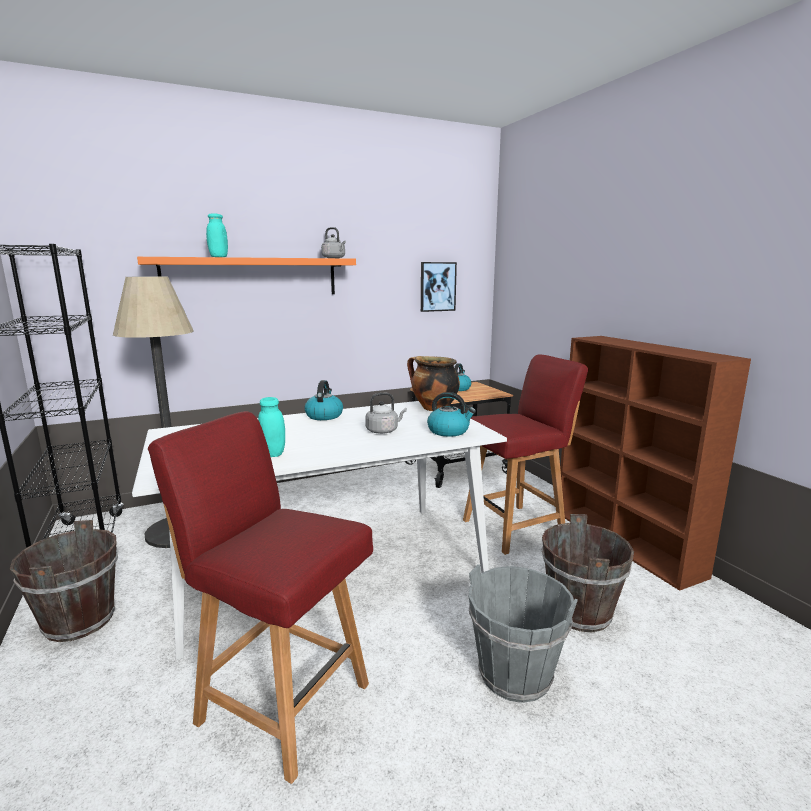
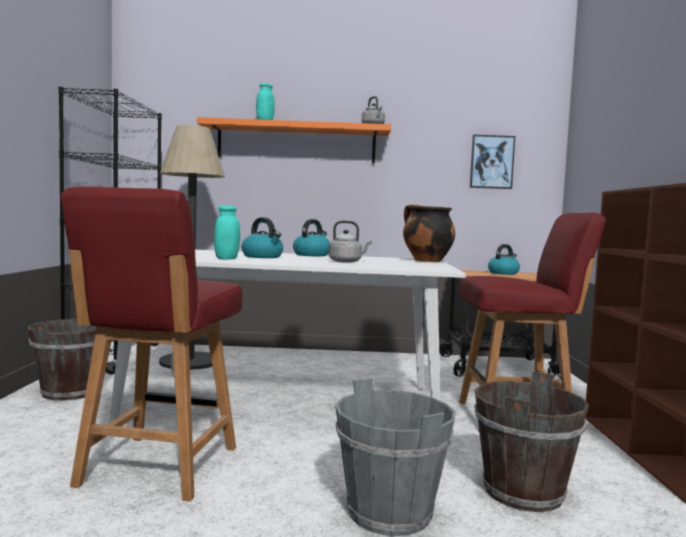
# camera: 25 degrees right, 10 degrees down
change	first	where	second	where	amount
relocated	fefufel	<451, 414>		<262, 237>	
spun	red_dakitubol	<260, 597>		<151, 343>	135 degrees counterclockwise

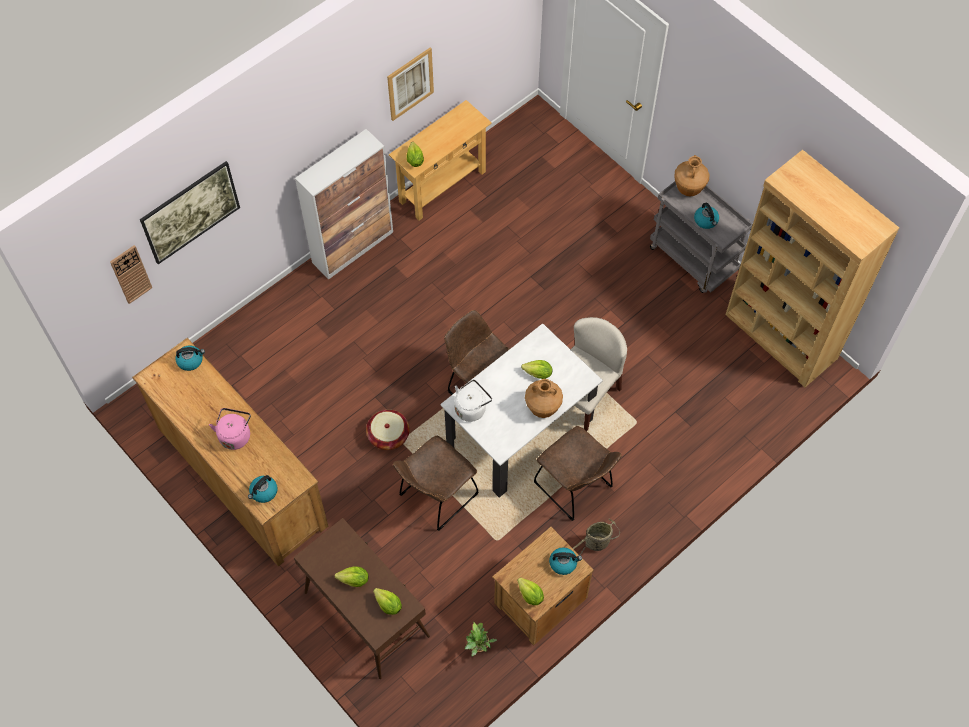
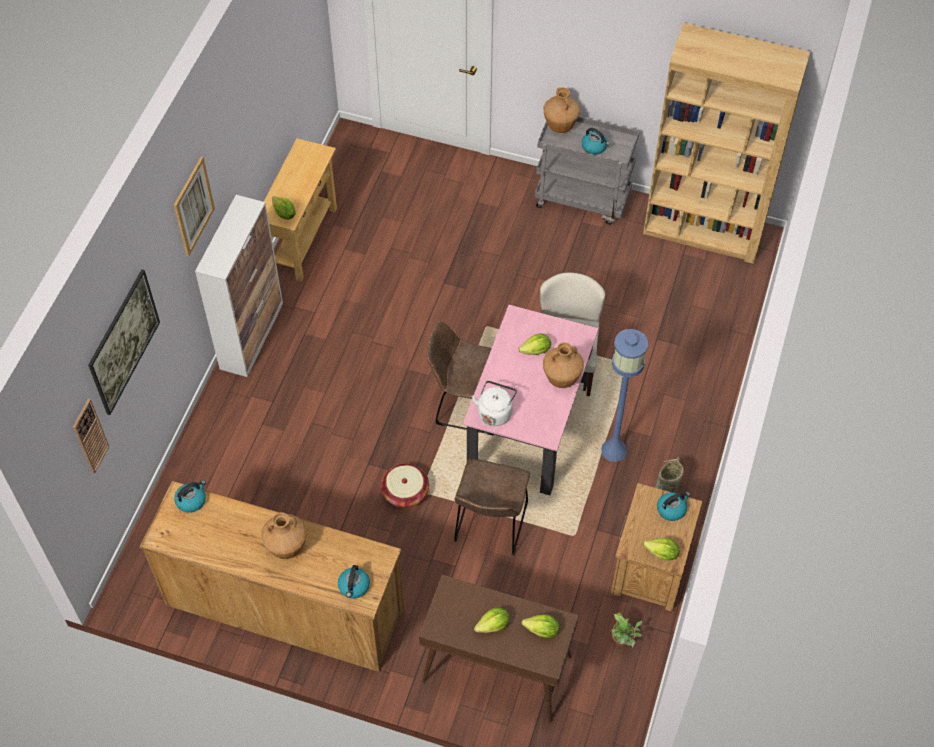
# camera: 30 degrees left, 5 degrees down
change	first	where	second	where	amount
relocated	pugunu	<410, 84>		<194, 206>	
exchanged	pink_fefufel	<230, 429>	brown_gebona	<284, 535>	
exchanged	brown_dakitubol	<578, 473>	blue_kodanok	<624, 395>	
colour	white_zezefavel	<521, 410>	pink_zezefavel	<531, 400>	

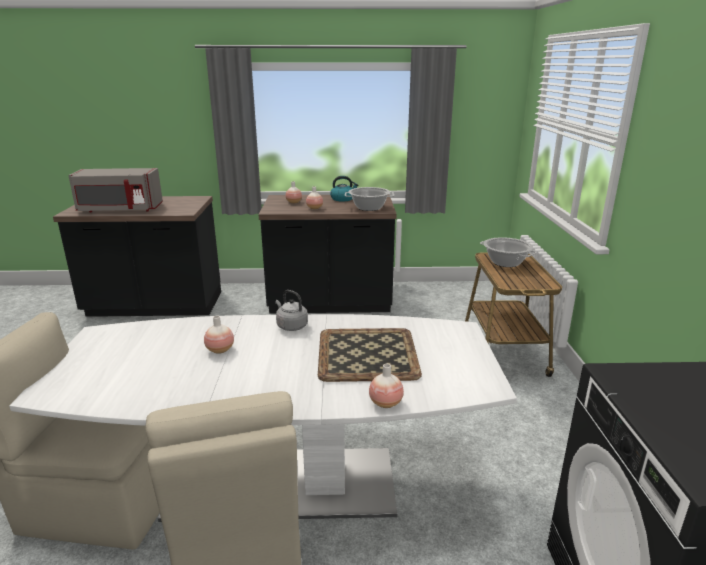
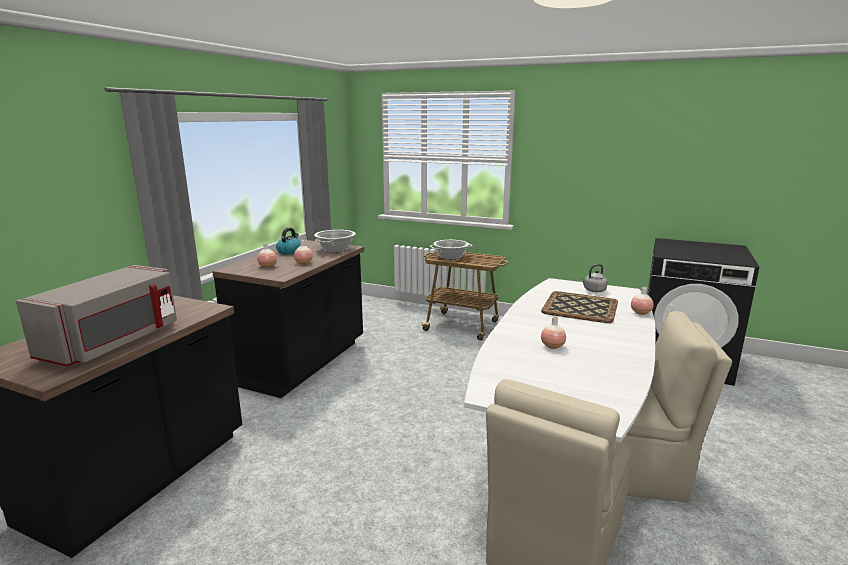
# camera: 65 degrees left, 5 degrees down
change	first	where	second	where	amount
relocated	grey_fefufel	<291, 310>		<594, 278>	

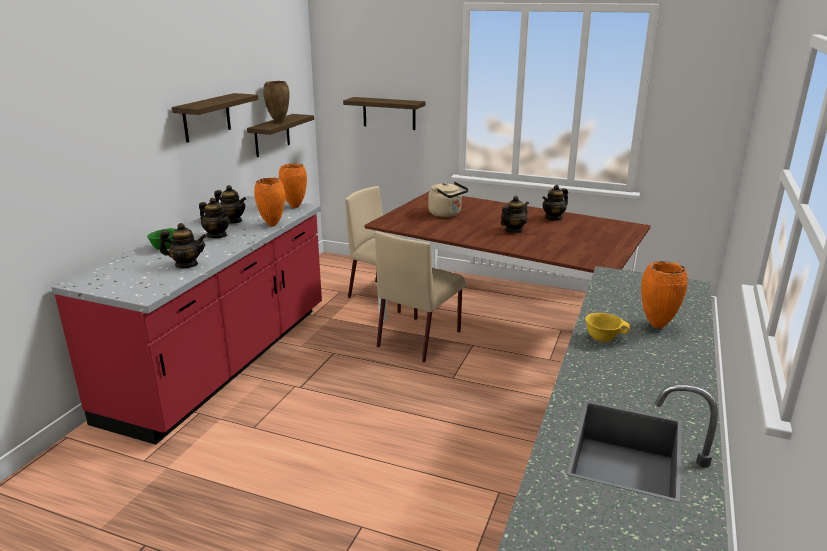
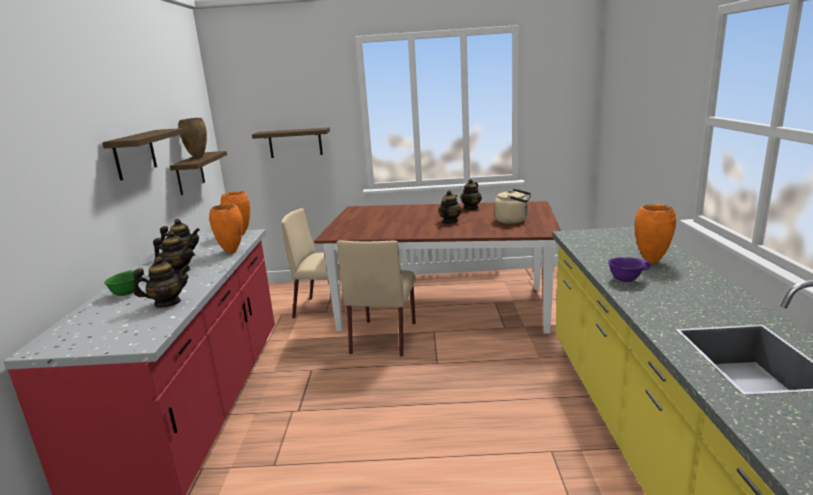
# camera: 20 degrees left, 5 degrees down
change	first	where	second	where	amount
relocated	beige_fefufel	<448, 199>		<512, 206>	
colour	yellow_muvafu	<607, 327>	purple_muvafu	<629, 269>	

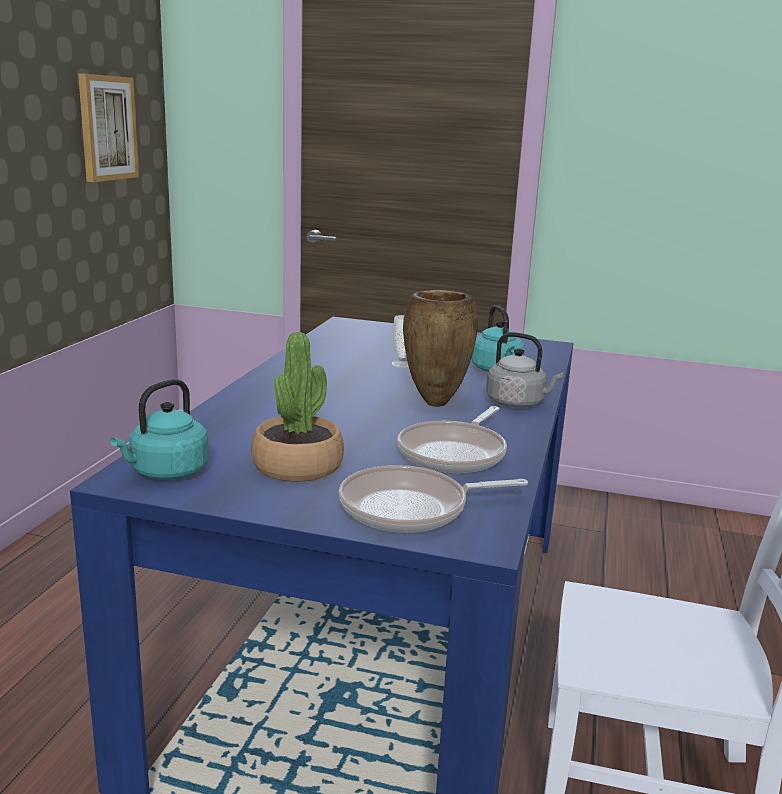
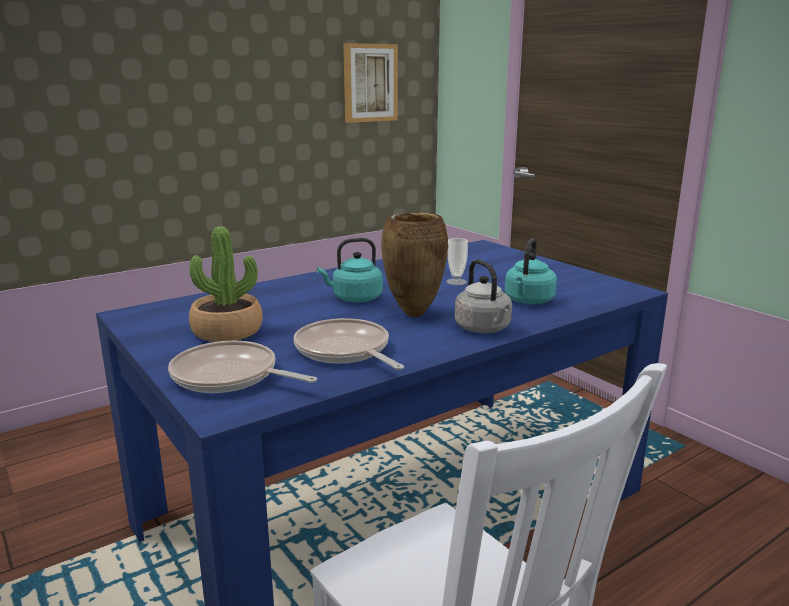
# camera: 40 degrees right, 0 degrees up
change	first	where	second	where	amount
relocated	turquoise_fefufel	<159, 429>		<350, 270>	
spun	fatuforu	<452, 439>		<349, 344>	75 degrees clockwise

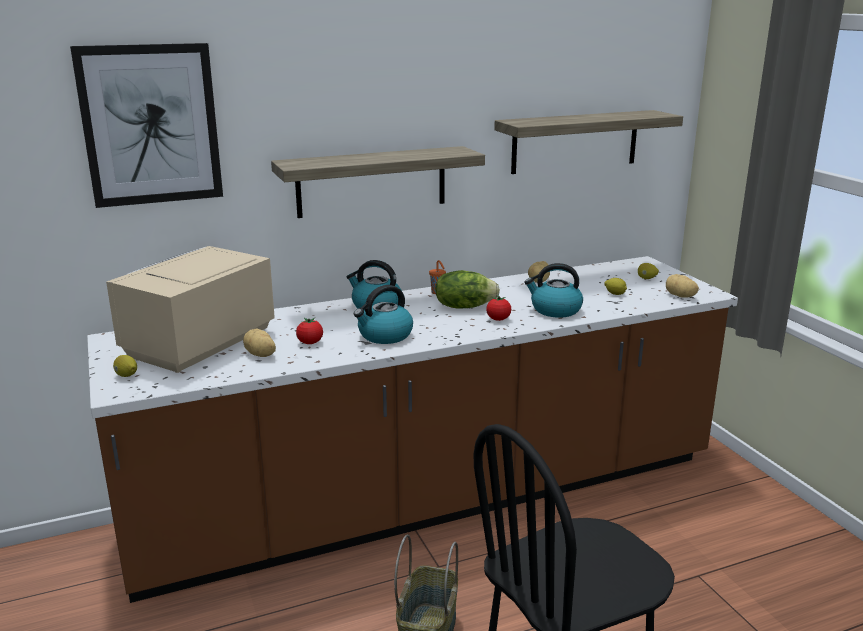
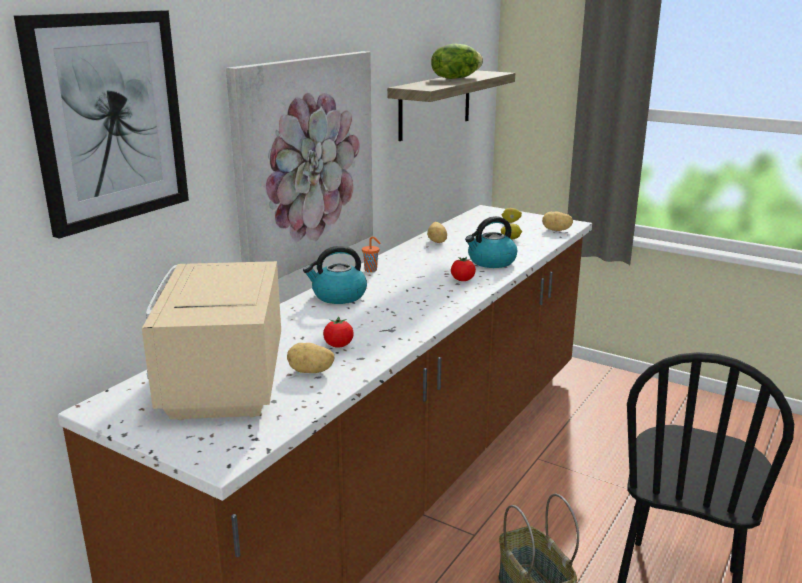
# camera: 35 degrees left, 0 degrees up
change	first	where	second	where	amount
missing	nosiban	<125, 366>			
missing	fefufel	<383, 314>			
relocated	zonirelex	<467, 289>		<457, 61>	
exchanged	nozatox	<378, 182>	pugunu	<299, 165>	

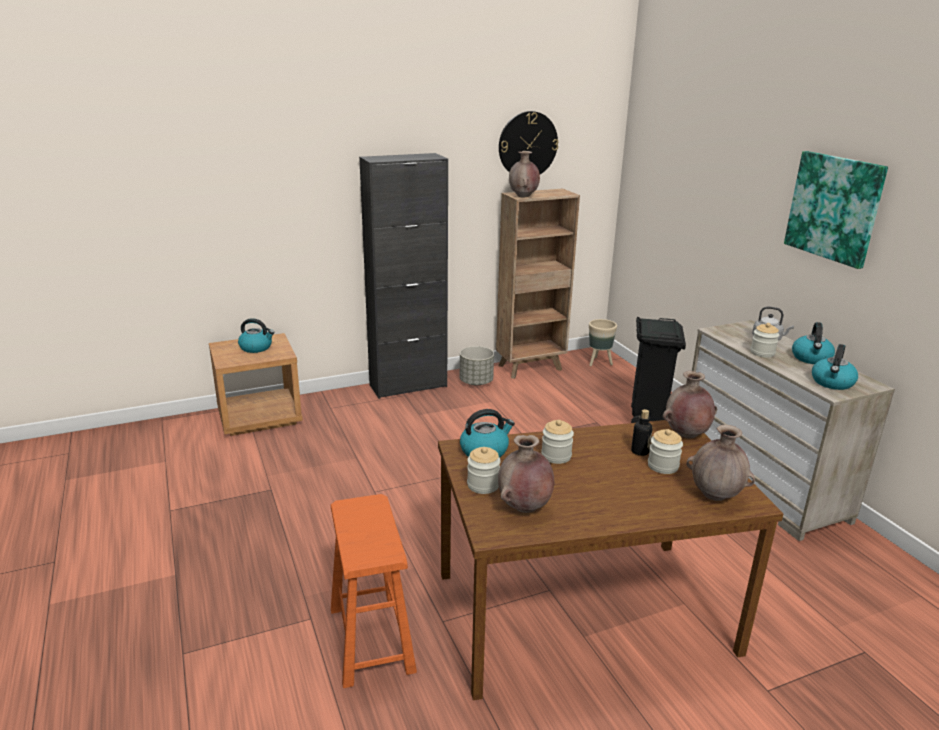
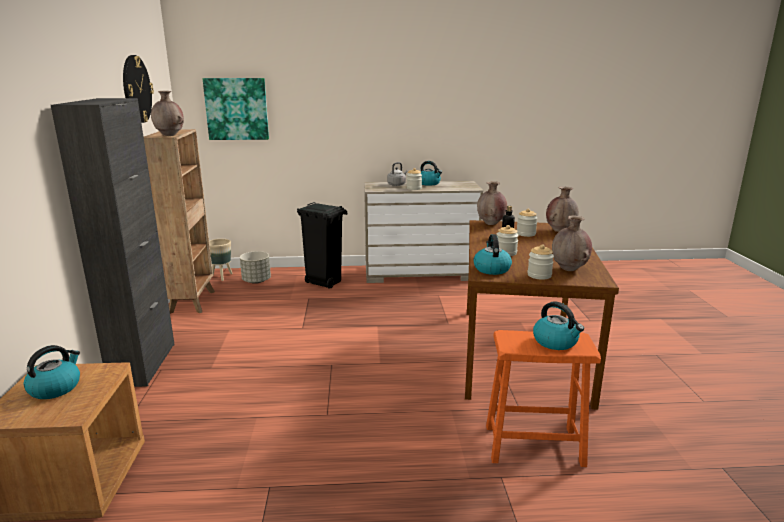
# camera: 70 degrees left, 5 degrees down
change	first	where	second	where	amount
relocated	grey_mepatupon	<477, 366>		<255, 267>	
relocated	pugunu	<836, 210>		<236, 109>	
relocated	fefufel	<835, 367>		<558, 325>	

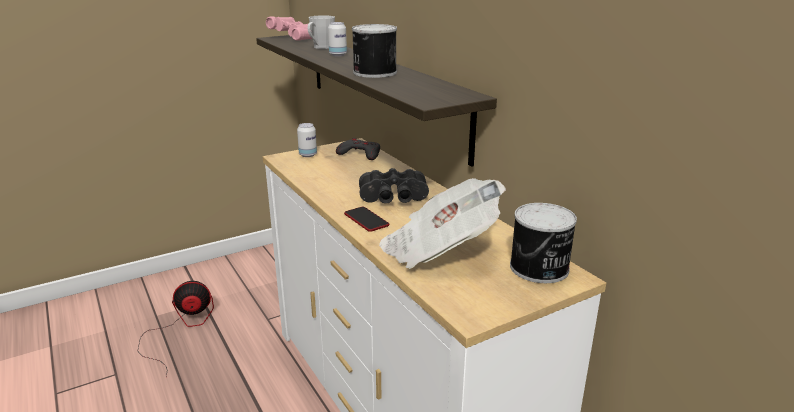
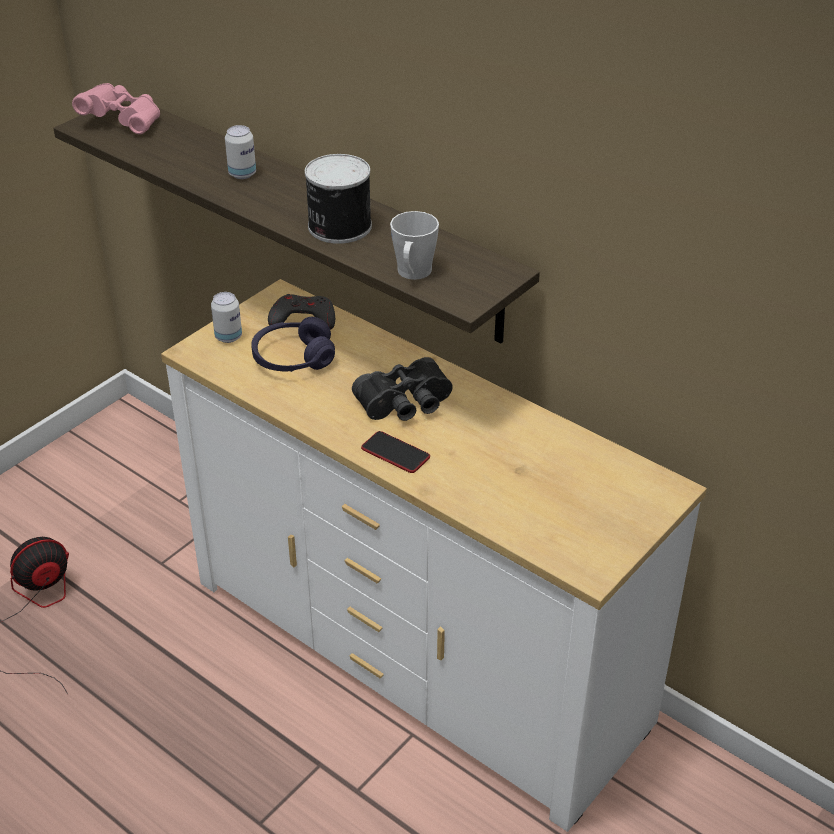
# camera: 20 degrees left, 15 degrees up
change	first	where	second	where	amount
missing	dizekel	<442, 223>			
missing	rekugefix	<543, 243>			
appeared			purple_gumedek	<293, 344>	
relocated	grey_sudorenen	<321, 32>		<414, 245>	

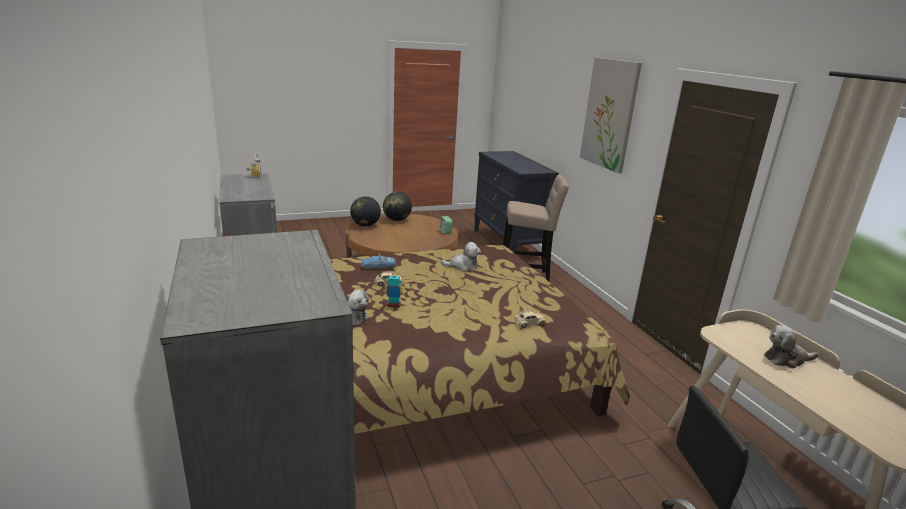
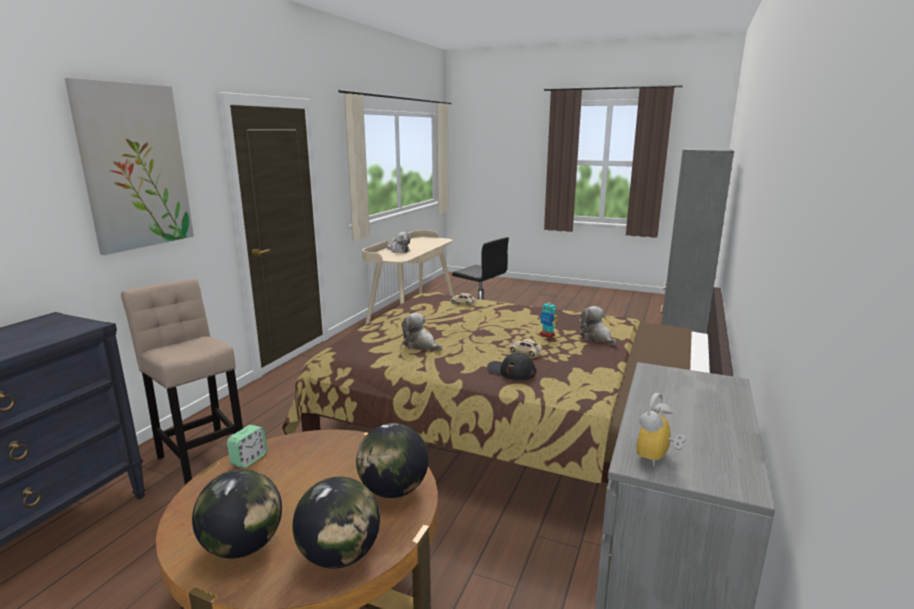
# camera: 135 degrees left, 5 degrees down
change	first	where	second	where	amount
appeared			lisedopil	<392, 460>	
exchanged	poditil	<378, 261>	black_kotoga	<511, 366>	

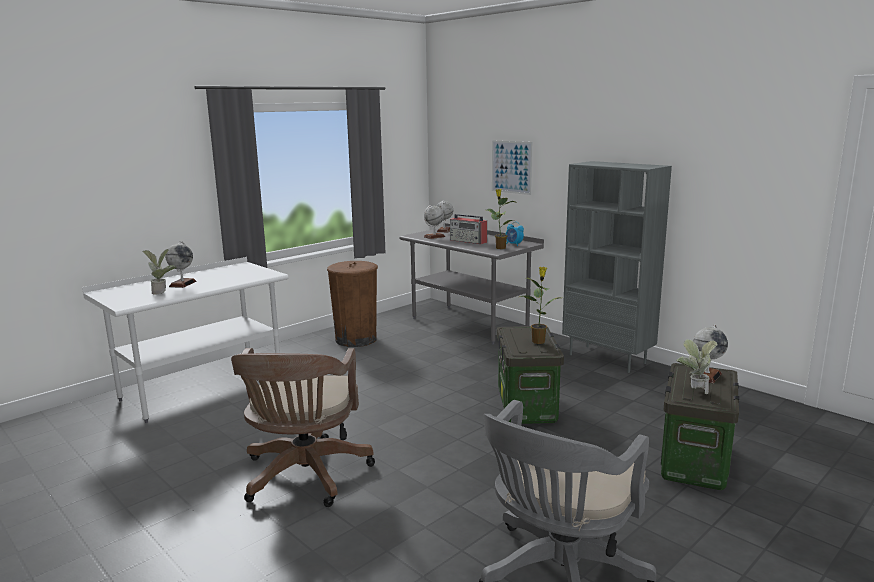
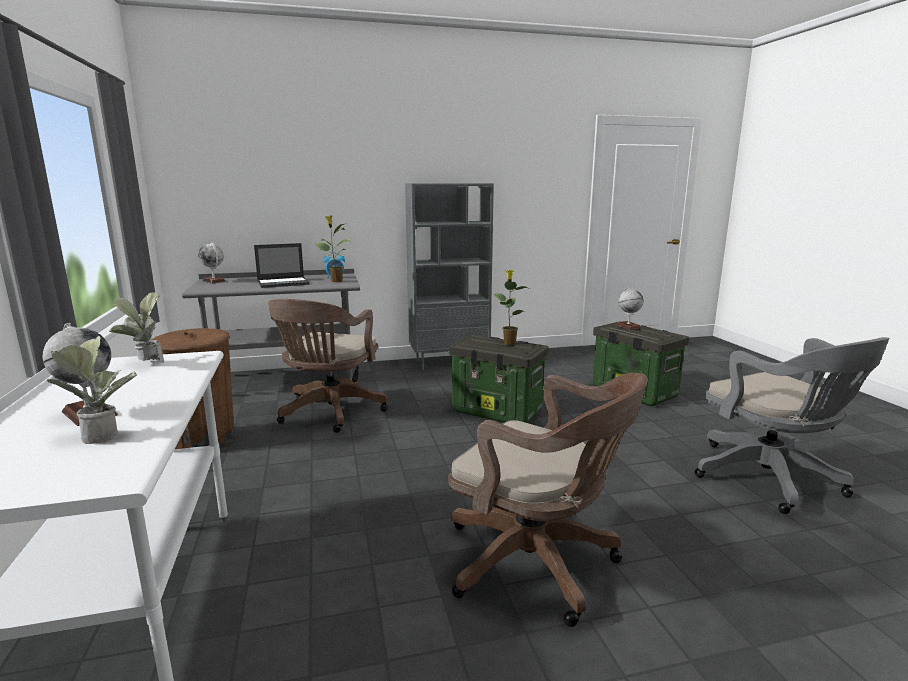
# camera: 60 degrees left, 0 degrees up
change	first	where	second	where	amount
missing	lisedopil	<434, 222>			
missing	pugunu	<512, 167>			
appeared			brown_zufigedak	<328, 366>	
relocated	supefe	<697, 366>		<136, 327>	
exchanged	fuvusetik	<468, 229>	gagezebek	<282, 265>	

